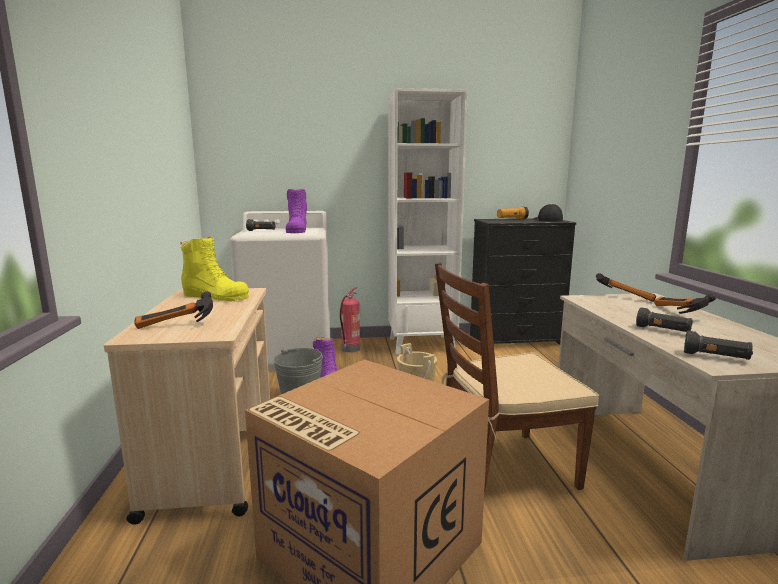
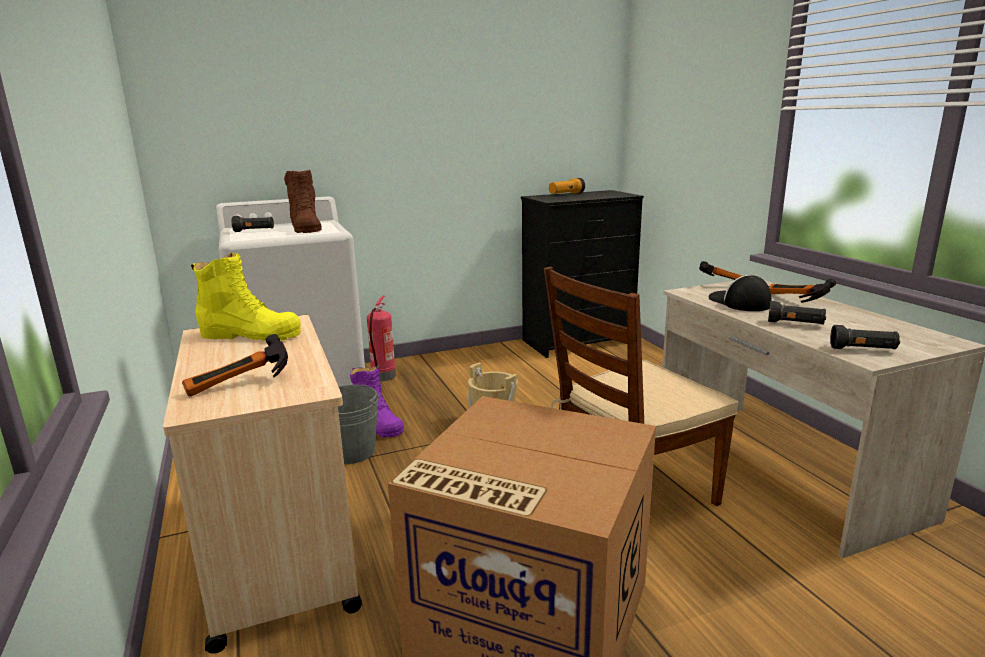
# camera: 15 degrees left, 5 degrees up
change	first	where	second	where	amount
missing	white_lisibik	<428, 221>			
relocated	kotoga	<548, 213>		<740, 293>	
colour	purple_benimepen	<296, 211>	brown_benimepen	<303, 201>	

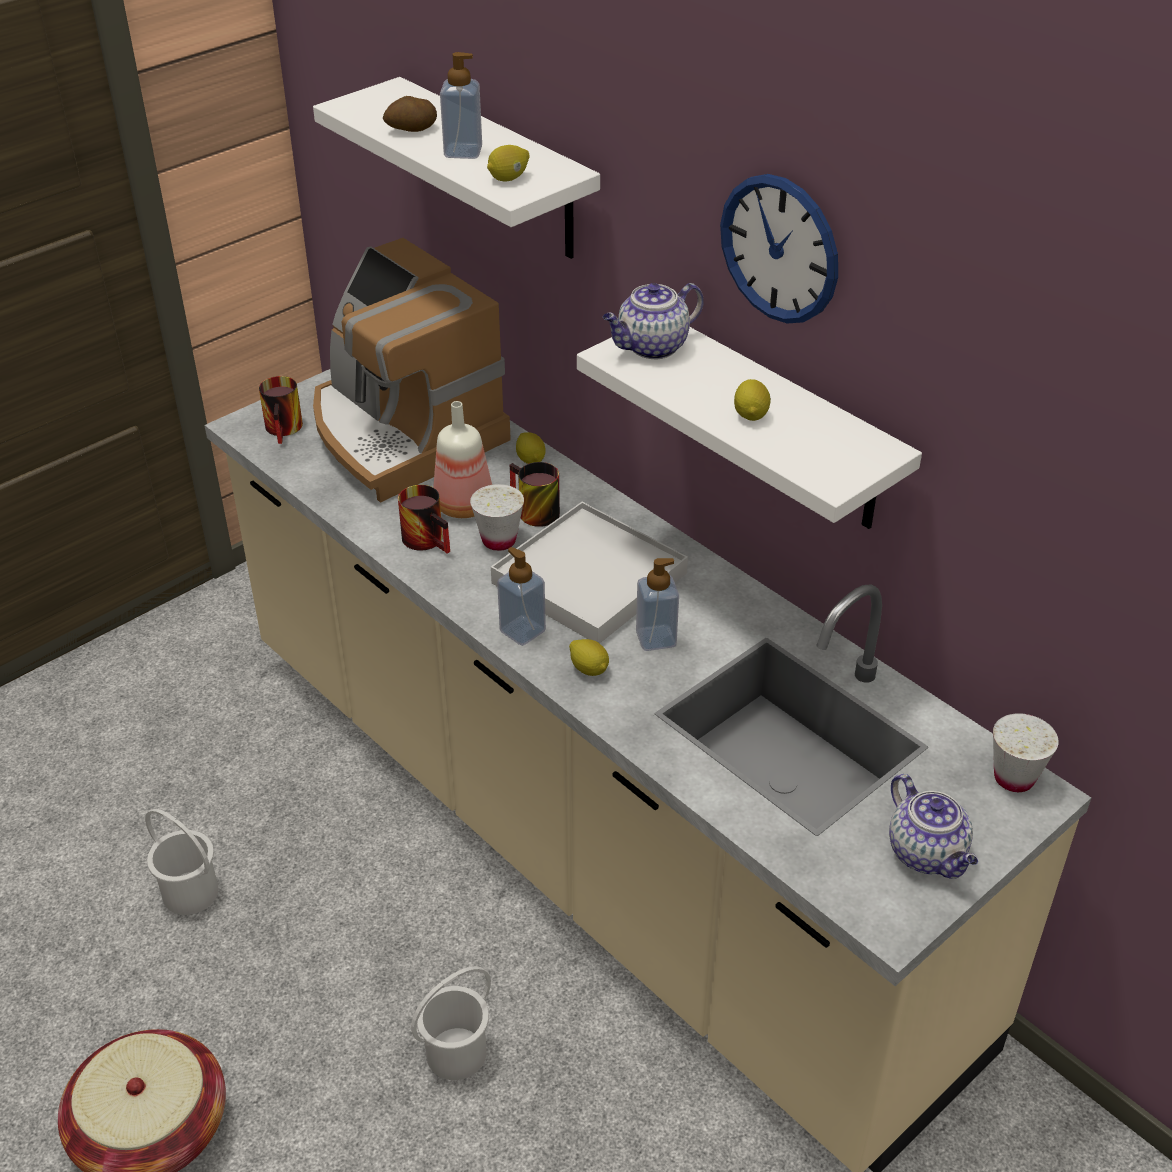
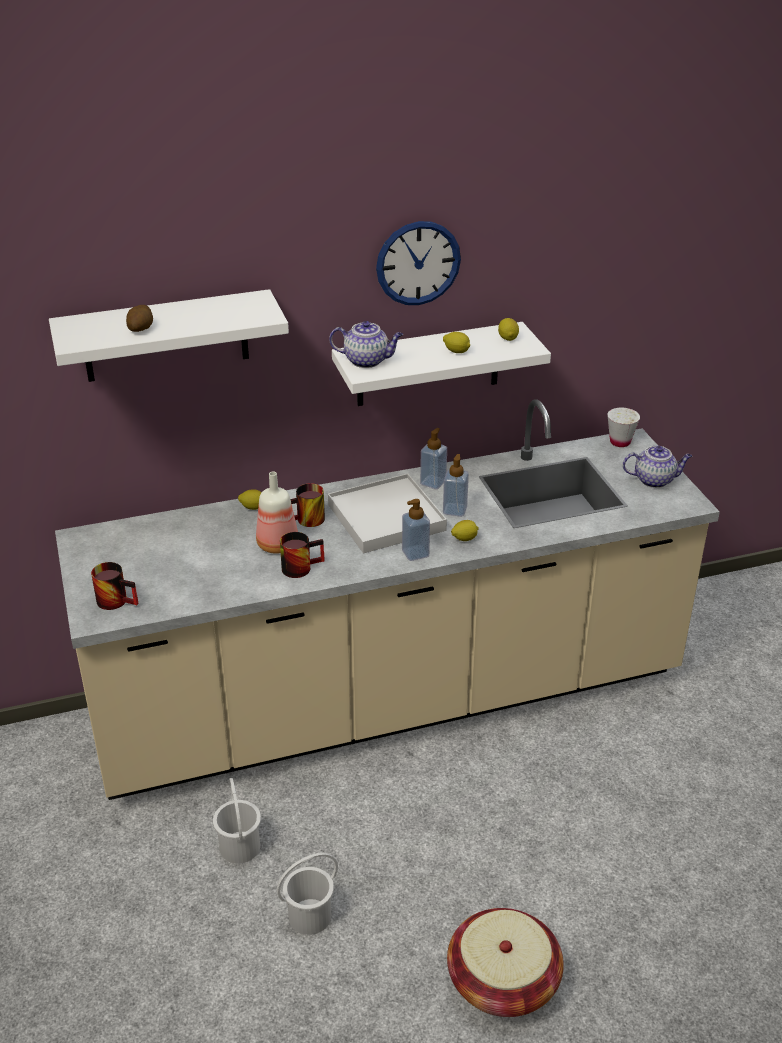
# camera: 65 degrees left, 5 degrees down
change	first	where	second	where	amount
missing	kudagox	<412, 370>			
missing	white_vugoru	<497, 517>			
relocated	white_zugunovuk	<451, 1023>		<237, 820>	
relocated	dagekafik	<461, 105>		<433, 458>	
relocated	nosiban	<508, 163>		<508, 329>	
spun	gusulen	<653, 321>		<366, 344>	75 degrees counterclockwise

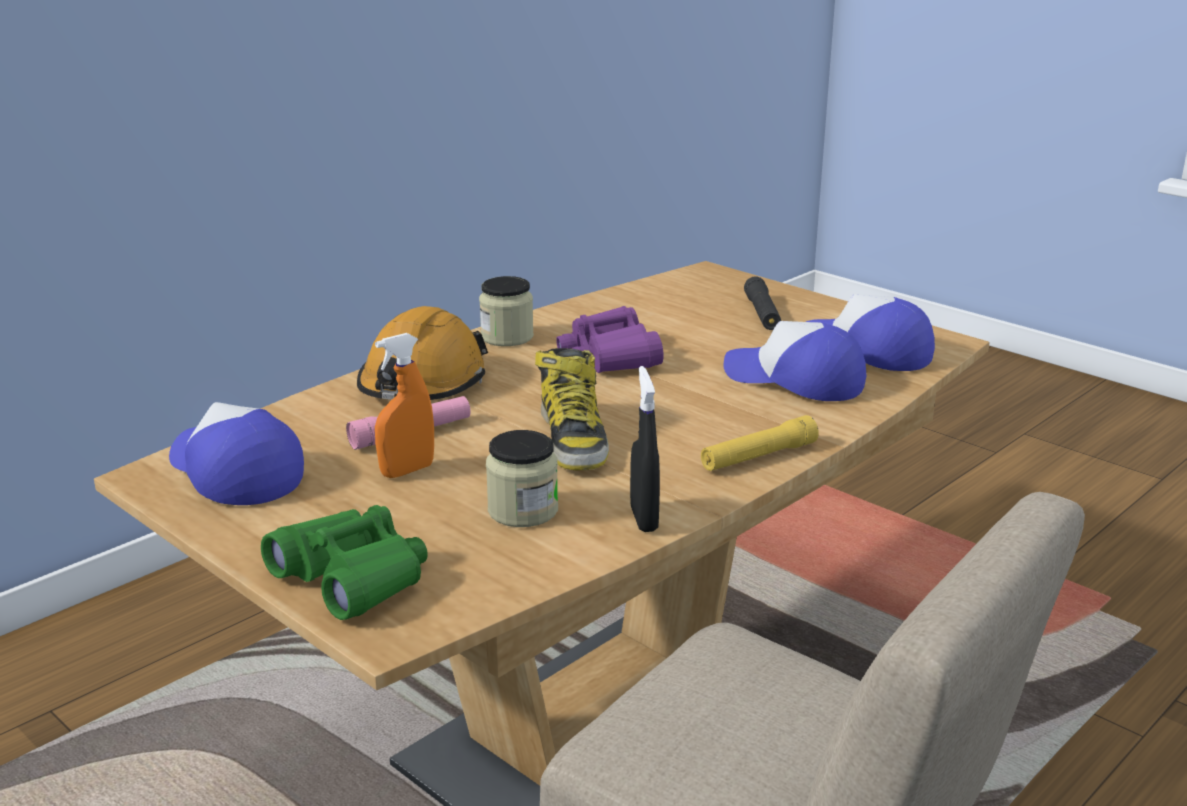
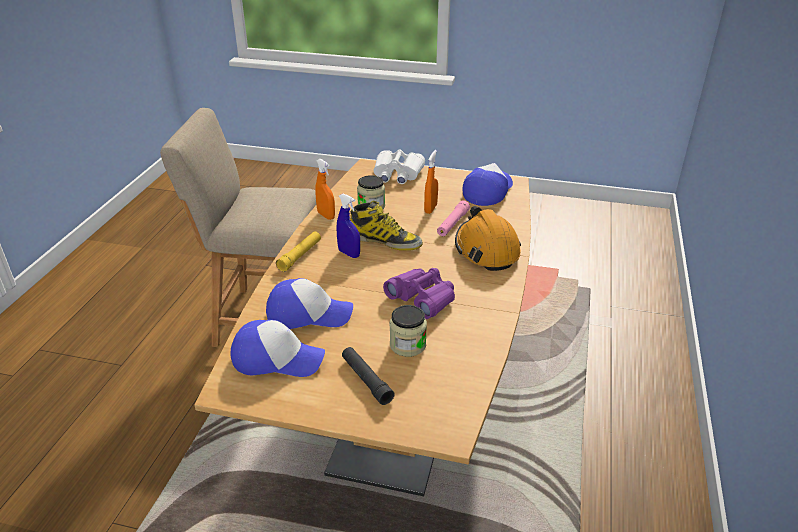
# camera: 150 degrees right, 10 degrees up
change	first	where	second	where	amount
appeared			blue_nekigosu	<348, 225>	
relocated	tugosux	<506, 311>		<408, 331>	
colour	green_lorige	<344, 562>	white_lorige	<399, 167>	
colour	black_nekigosu	<645, 449>	orange_nekigosu	<325, 189>	
spun	kotoga	<236, 453>		<488, 184>	75 degrees counterclockwise
spun	benimepen	<572, 409>		<386, 225>	150 degrees clockwise

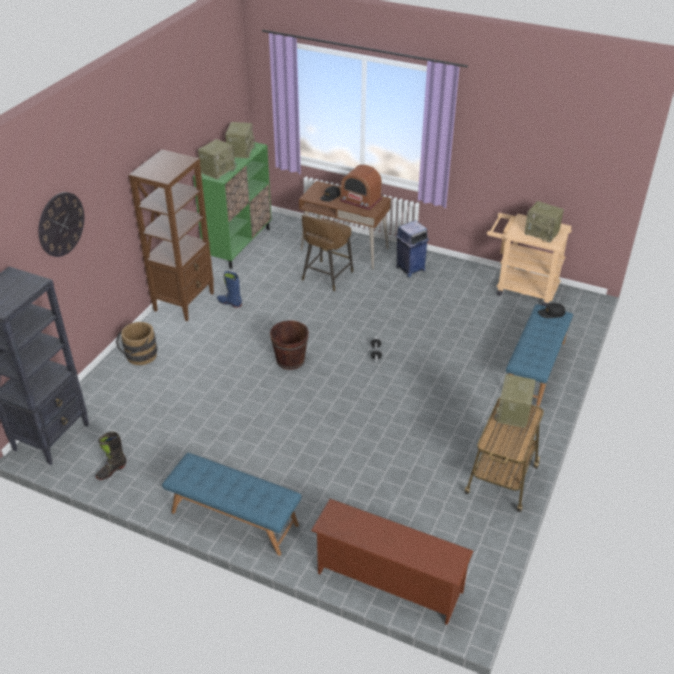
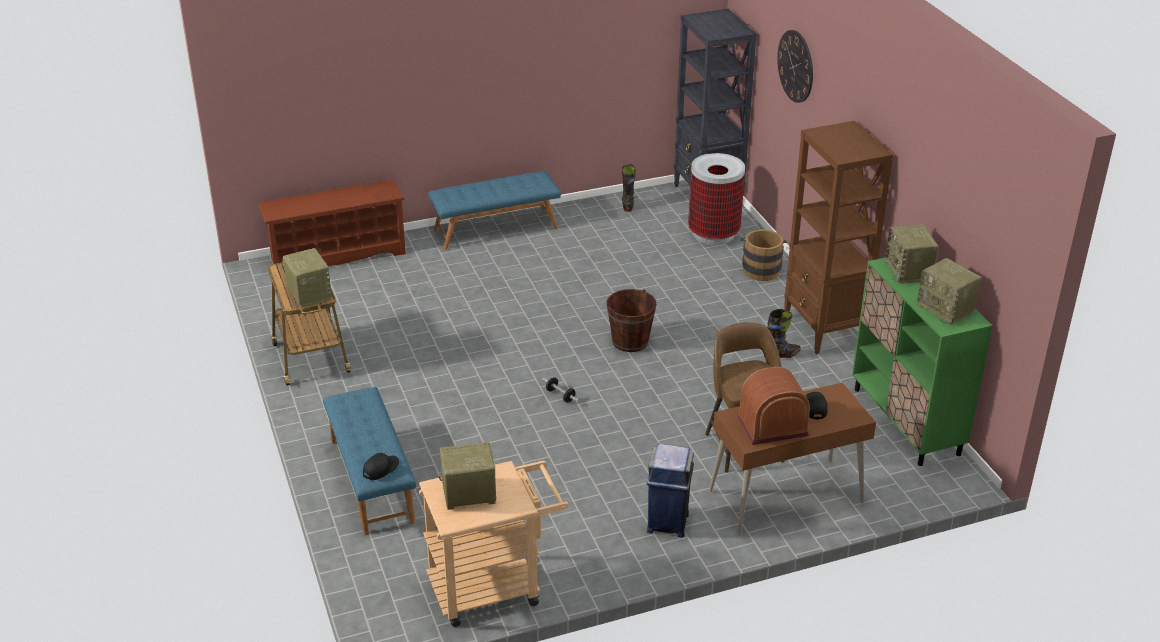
# camera: 135 degrees right, 5 degrees down
change	first	where	second	where	amount
appeared			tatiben	<716, 199>	
colour	blue_benimepen	<229, 289>	black_benimepen	<784, 333>	

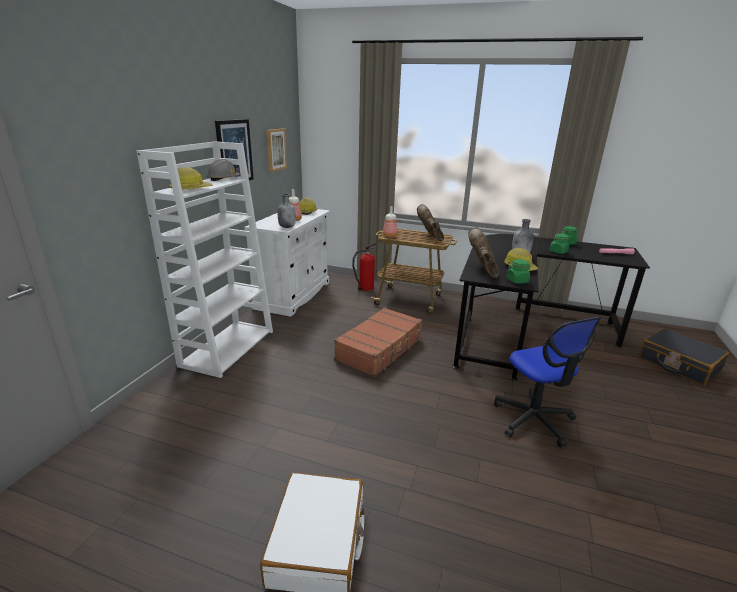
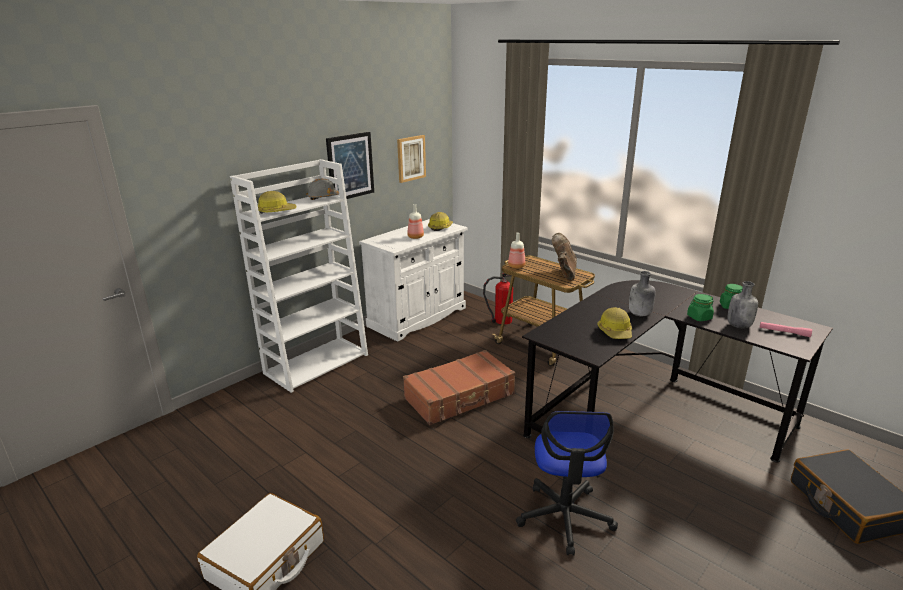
# camera: 25 degrees right, 0 degrees up
change	first	where	second	where	amount
missing	brown_benimepen	<483, 252>			
missing	green_tugosux	<518, 271>			
relocated	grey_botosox	<286, 211>		<743, 305>	

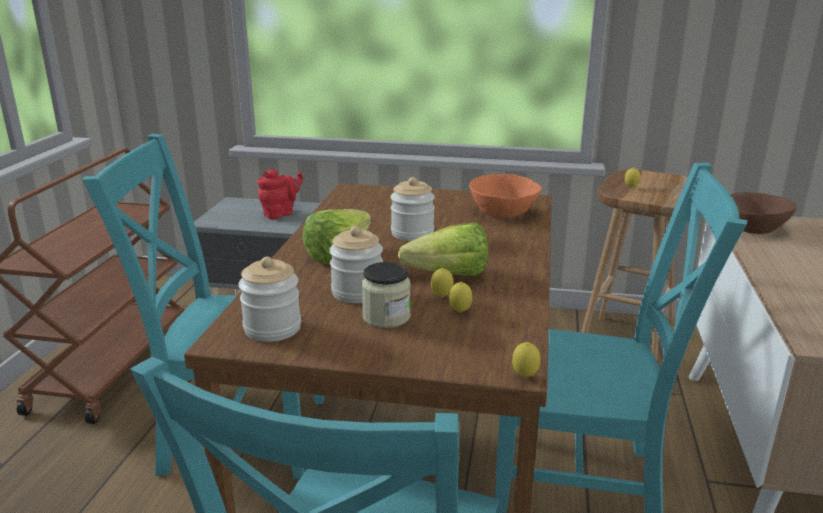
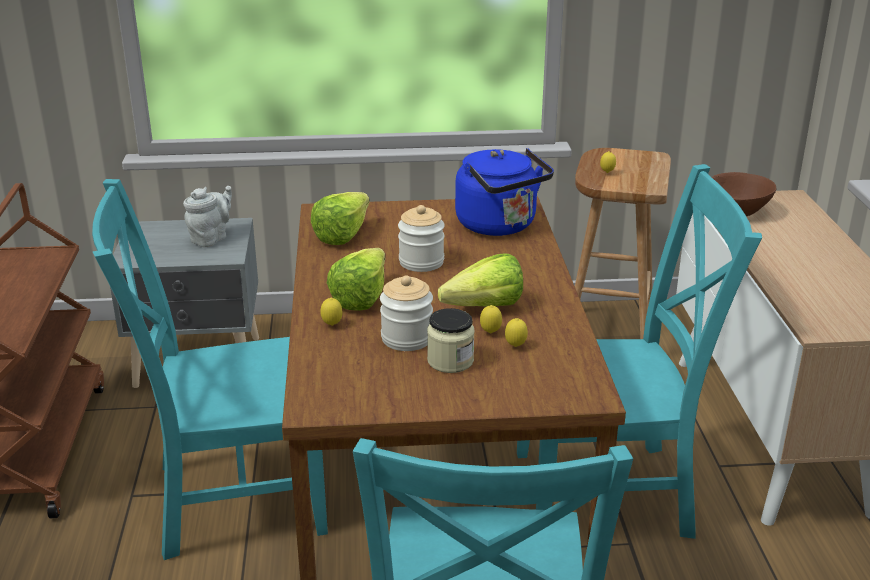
# camera: 15 degrees left, 5 degrees up
change	first	where	second	where	amount
missing	tugosux	<269, 299>			
appeared			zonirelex	<340, 218>	
relocated	nosiban	<526, 360>		<331, 312>	
exchanged	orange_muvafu	<505, 196>	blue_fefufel	<504, 192>	
colour	red_gusulen	<280, 194>	grey_gusulen	<207, 216>	

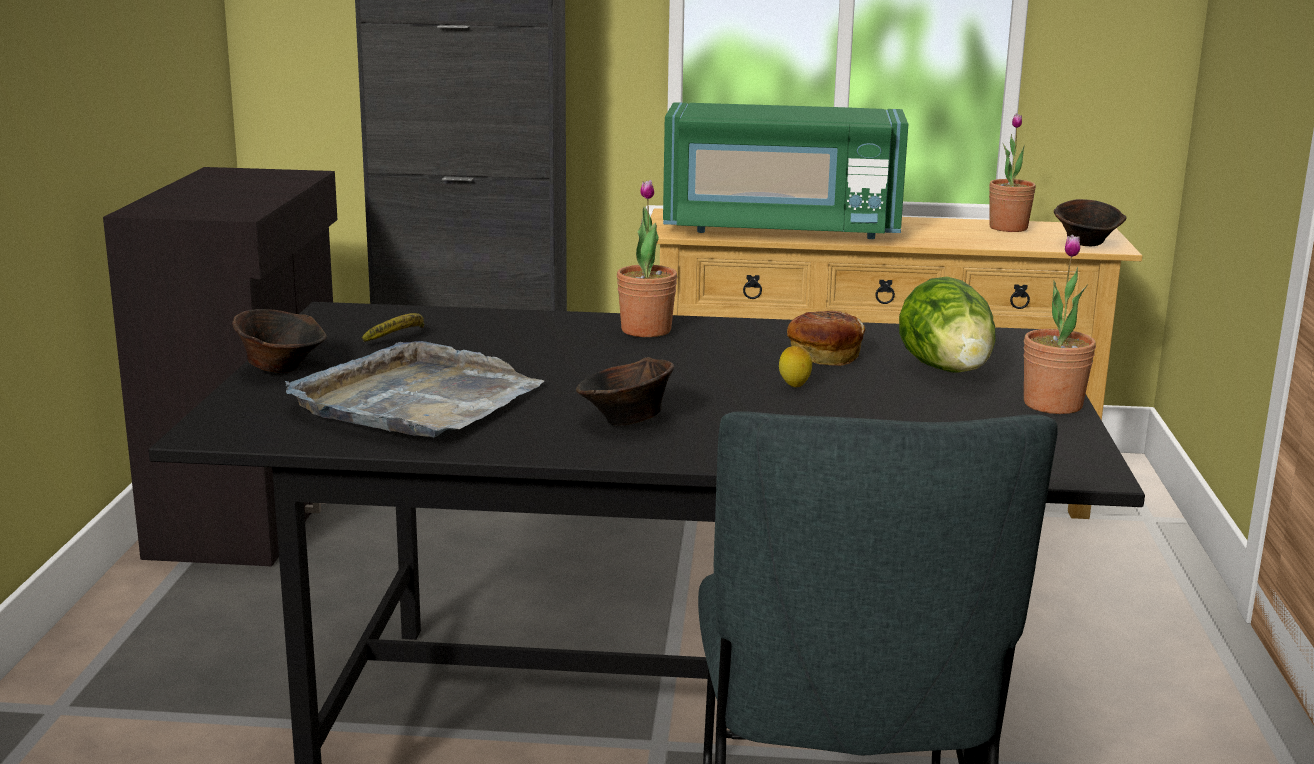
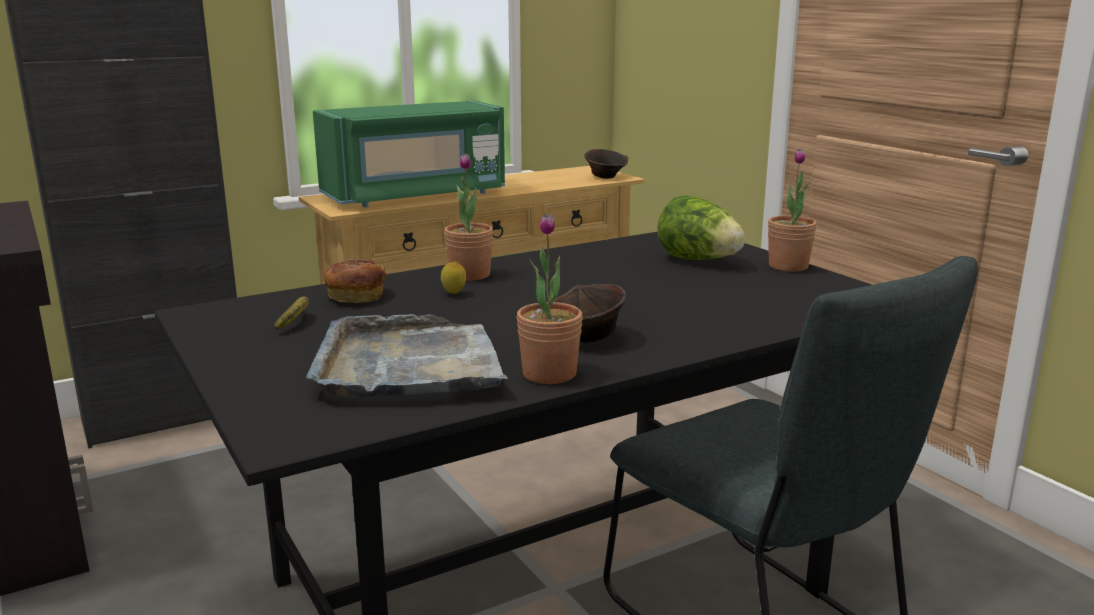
# camera: 35 degrees left, 0 degrees up
change	first	where	second	where	amount
missing	brown_muvafu	<279, 341>			
relocated	nosiban	<795, 366>		<453, 278>	
relocated	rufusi	<826, 338>		<355, 280>	
relocated	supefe	<1012, 172>		<549, 298>	

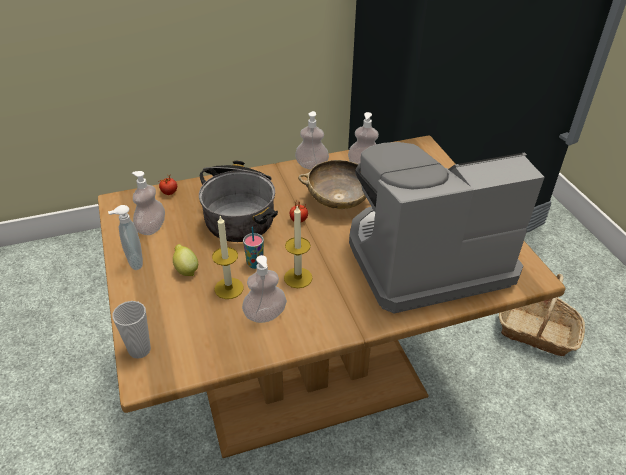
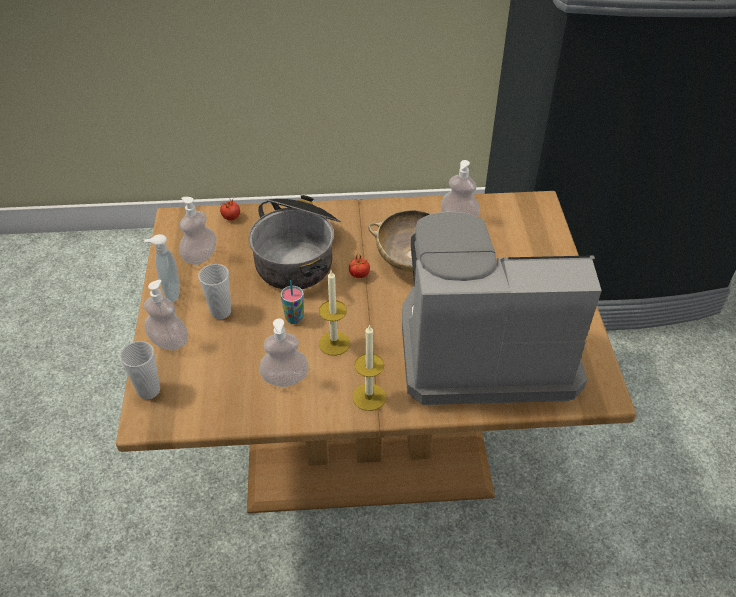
# camera: 15 degrees right, 5 degrees up
change	first	where	second	where	amount
missing	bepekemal	<542, 315>			
relocated	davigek	<228, 257>		<369, 367>	
relocated	dagekafik	<312, 140>		<166, 315>	
exchanged	nosiban	<185, 260>	vugoru	<214, 291>	

